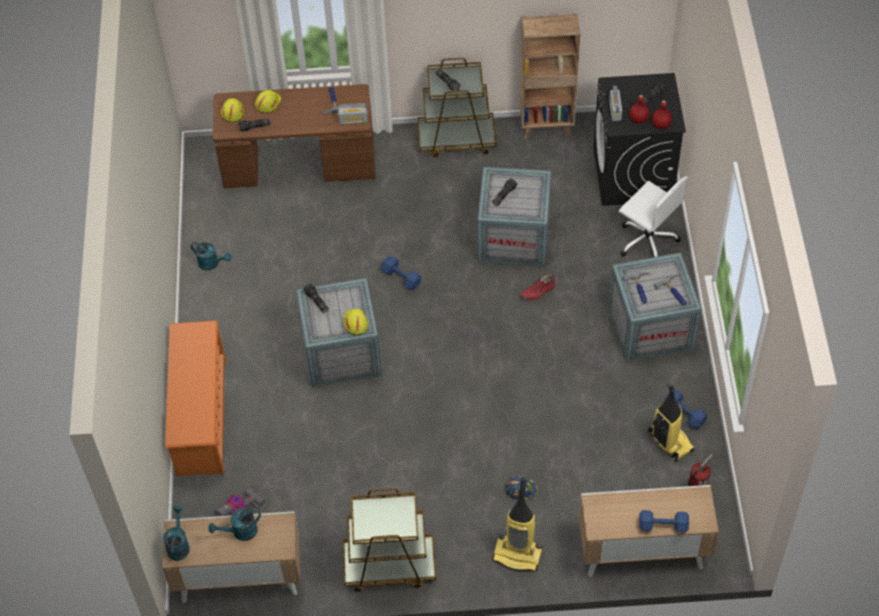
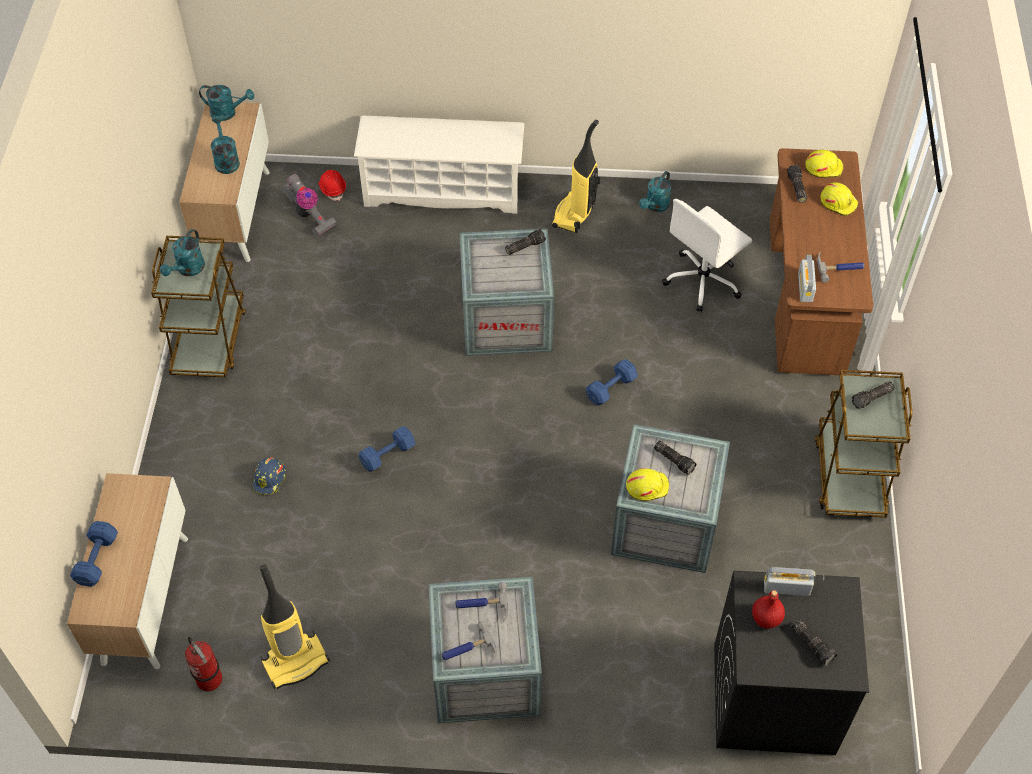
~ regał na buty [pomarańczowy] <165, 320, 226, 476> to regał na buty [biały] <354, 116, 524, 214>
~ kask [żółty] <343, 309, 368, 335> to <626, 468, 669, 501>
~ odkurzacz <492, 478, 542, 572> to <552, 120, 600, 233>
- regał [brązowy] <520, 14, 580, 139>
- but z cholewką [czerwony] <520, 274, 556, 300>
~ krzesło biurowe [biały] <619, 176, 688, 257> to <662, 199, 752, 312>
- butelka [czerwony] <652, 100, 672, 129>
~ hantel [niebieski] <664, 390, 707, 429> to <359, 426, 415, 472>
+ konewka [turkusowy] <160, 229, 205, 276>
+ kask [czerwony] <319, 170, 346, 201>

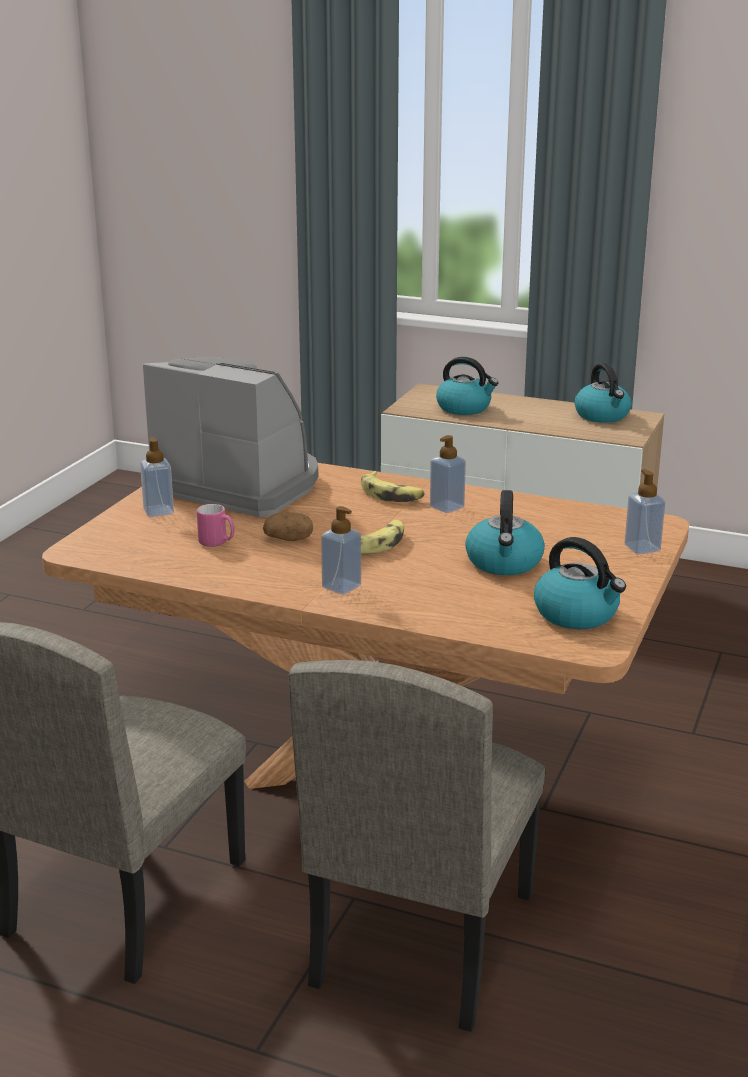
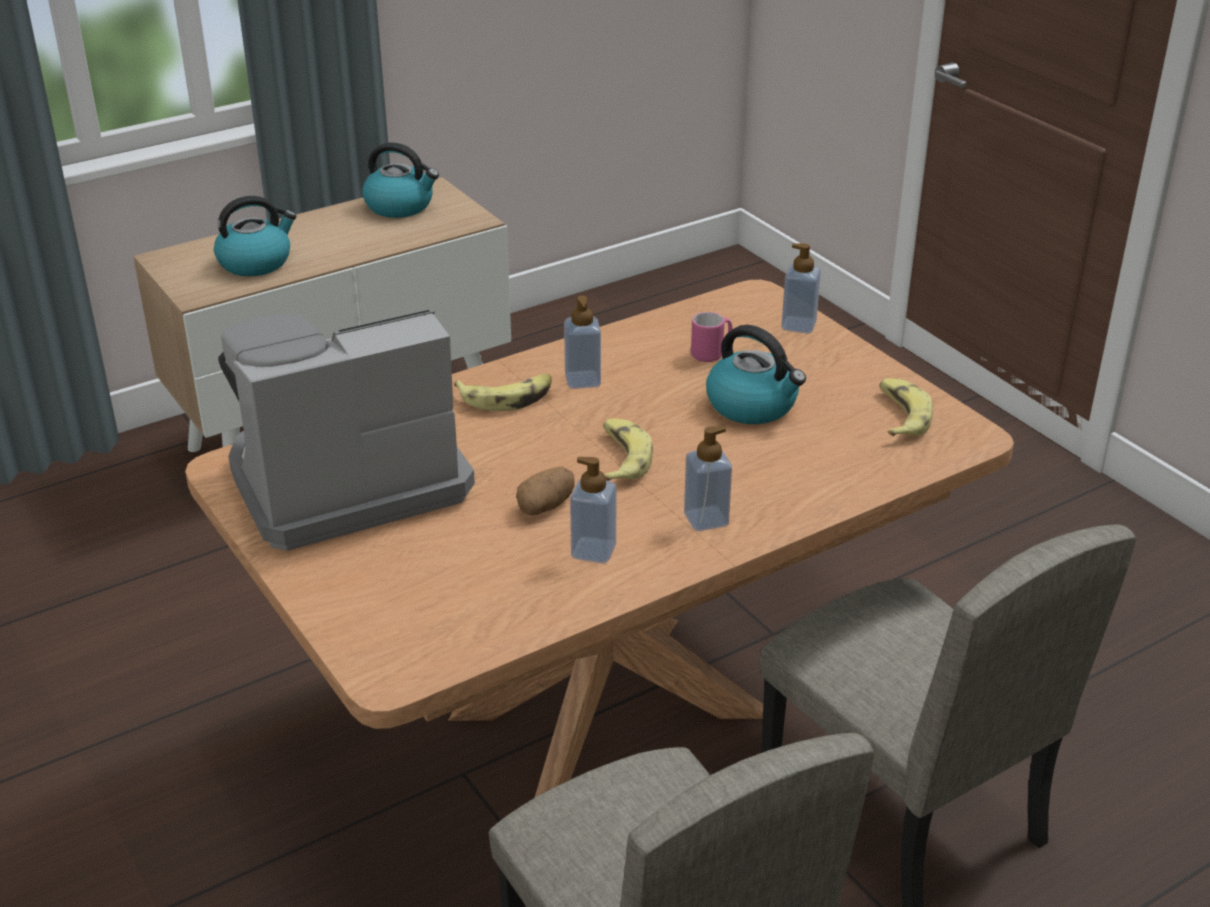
~ dozownik mydła <140, 437, 174, 517> to <570, 457, 617, 564>
~ kubek [różowy] <197, 504, 235, 547> to <691, 312, 733, 362>
~ czajnik <534, 537, 626, 629> to banan <879, 378, 933, 436>

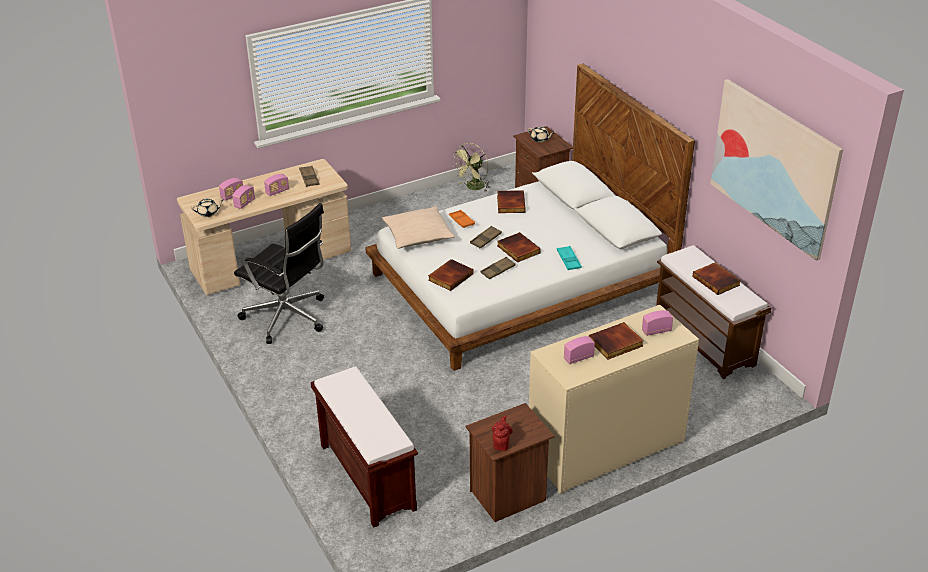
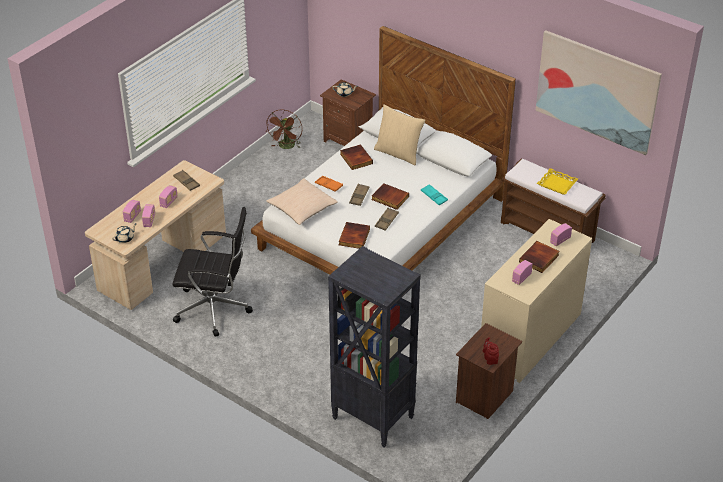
~ ławka [brązowy] <311, 366, 418, 528> to regał [czarny] <328, 246, 421, 448>
~ wentylator [zielony] <452, 143, 491, 192> to wentylator [brązowy] <267, 110, 302, 149>
~ książka <692, 262, 741, 295> to taca [żółty] <537, 168, 578, 195>
+ poduszka [beżowy] <374, 105, 425, 166>

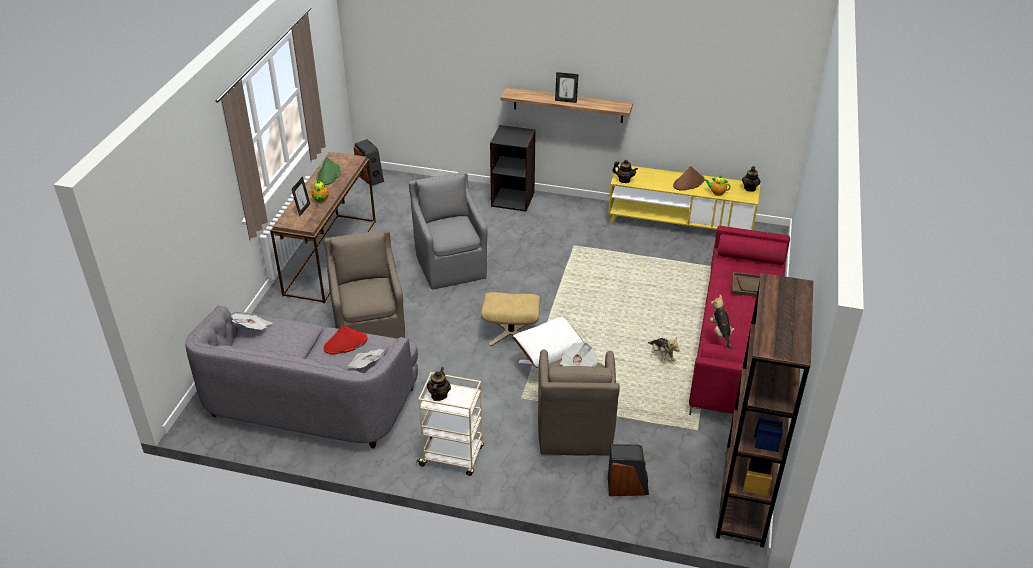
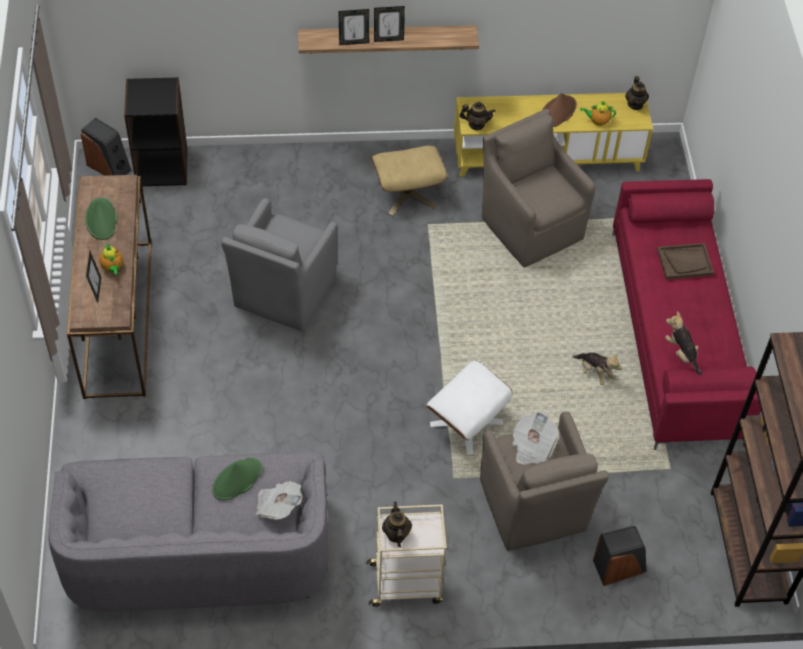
- gazeta <231, 313, 273, 330>
~ kapelusz [czerwony] <323, 325, 367, 354> to kapelusz [zielony] <212, 458, 262, 500>
~ fotel [brązowy] <324, 229, 405, 339> to <482, 109, 595, 268>
~ fotel [szary] <409, 171, 488, 290> = <222, 198, 338, 332> 120 degrees counterclockwise
~ pufa [beżowy] <481, 292, 541, 346> to <371, 146, 447, 216>
~ regał [czarny] <490, 125, 536, 212> to <124, 77, 188, 186>
+ ramka na zdjęcie <339, 9, 369, 45>

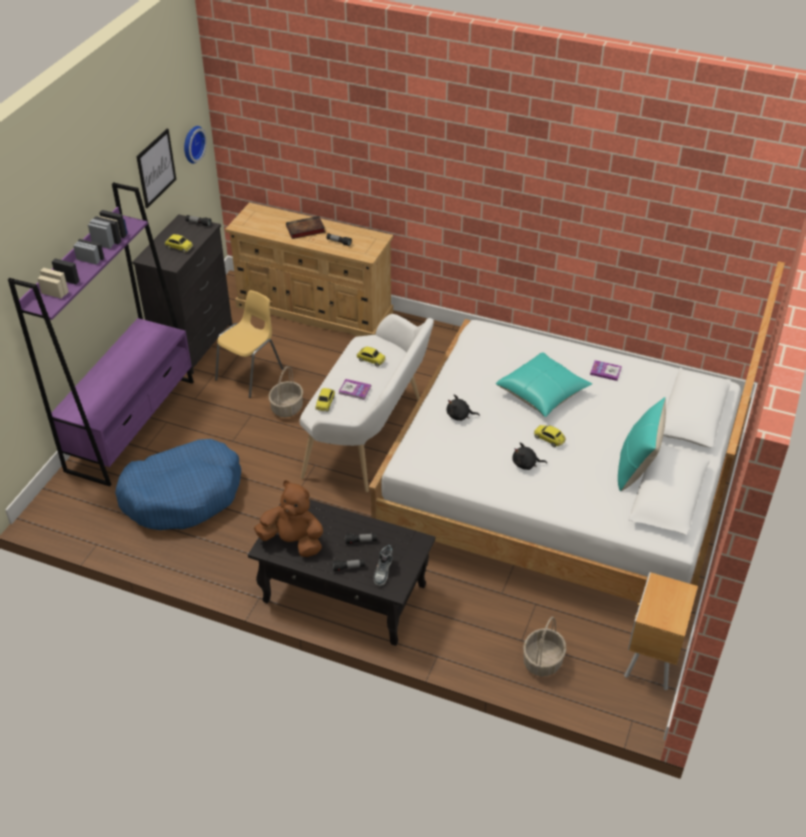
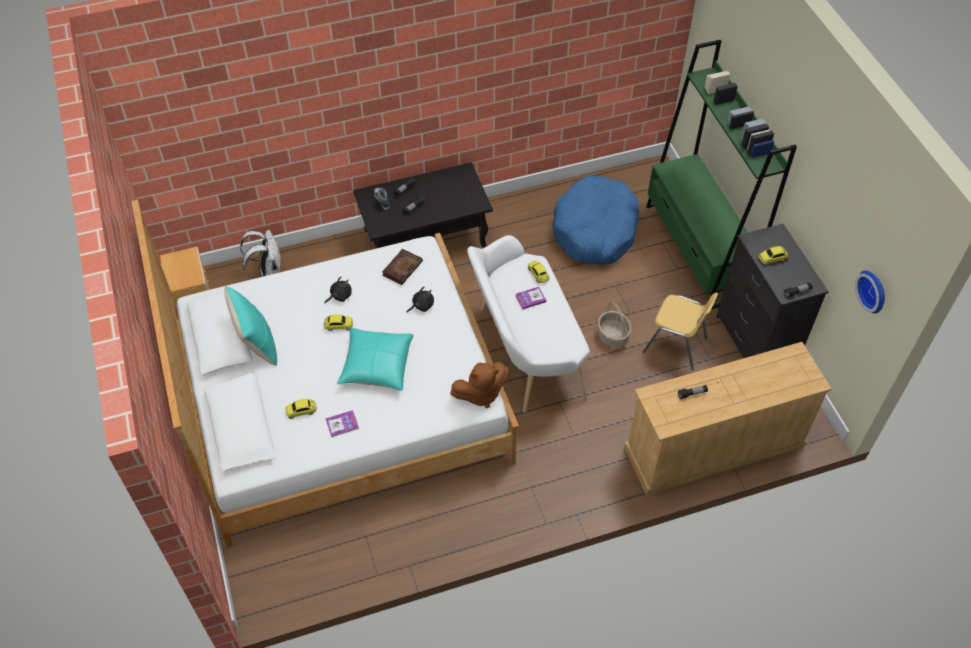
~ regał [fioletowy] <8, 183, 194, 486> to regał [zielony] <646, 40, 797, 309>
- obraz <136, 129, 176, 208>
~ krzesło [żółty] <215, 290, 284, 398> = <642, 292, 718, 370> 60 degrees counterclockwise
~ pluszak [brązowy] <254, 480, 323, 557> to <450, 362, 509, 408>
~ książka <286, 216, 325, 239> to <382, 249, 423, 285>
~ samochodzik <356, 346, 386, 367> to <286, 399, 317, 419>
~ koszyk <523, 617, 566, 677> to plecak [biały] <240, 230, 280, 279>

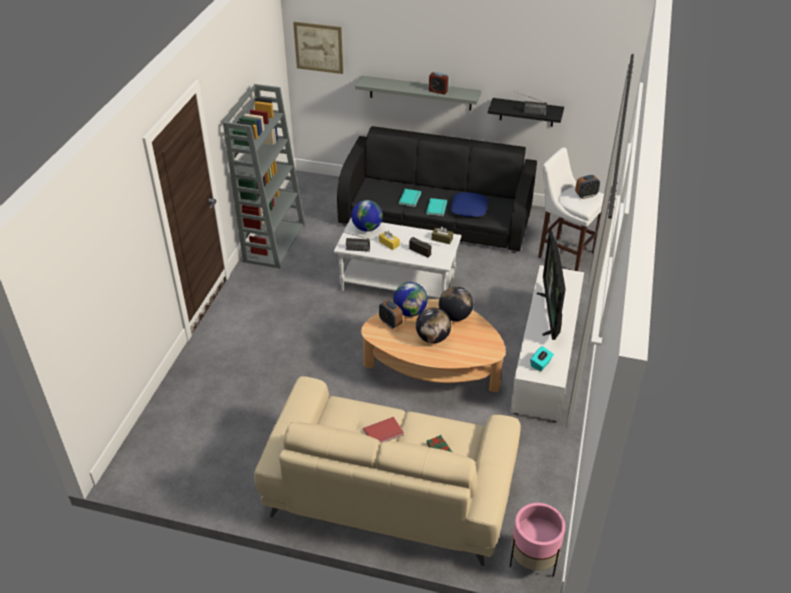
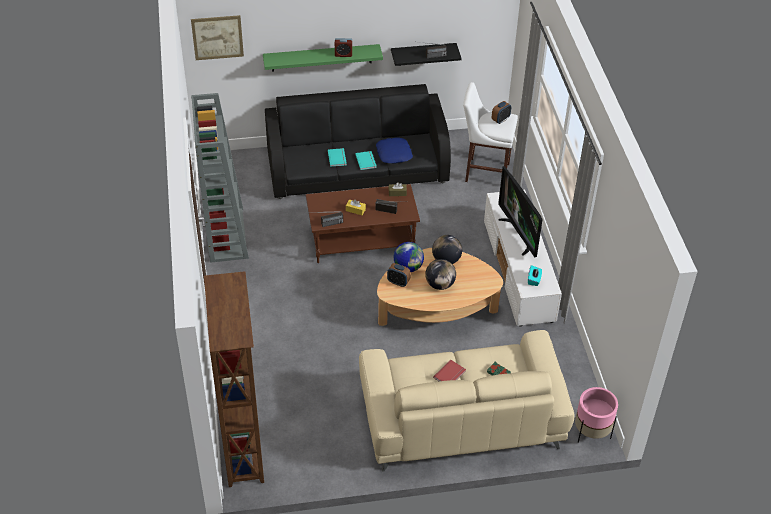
~ ława [biały] <334, 218, 461, 298> to ława [brązowy] <306, 184, 420, 263>
- globus <351, 200, 383, 232>
~ półka [szary] <355, 76, 481, 110> to półka [zielony] <263, 44, 383, 72>
+ regał [brązowy] <204, 271, 264, 487>

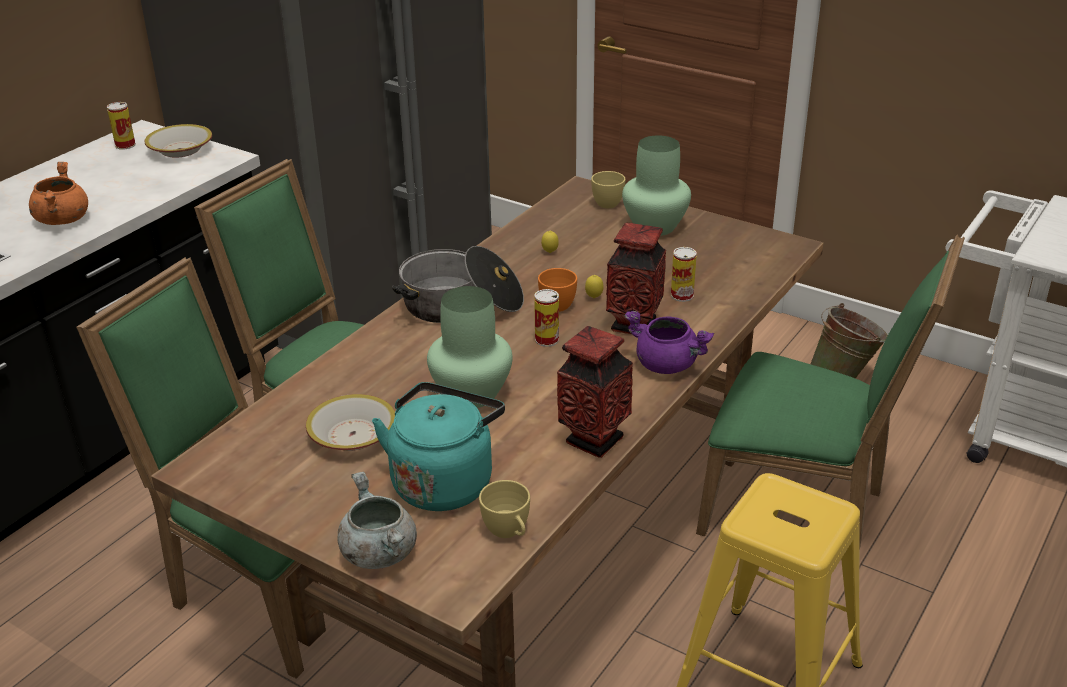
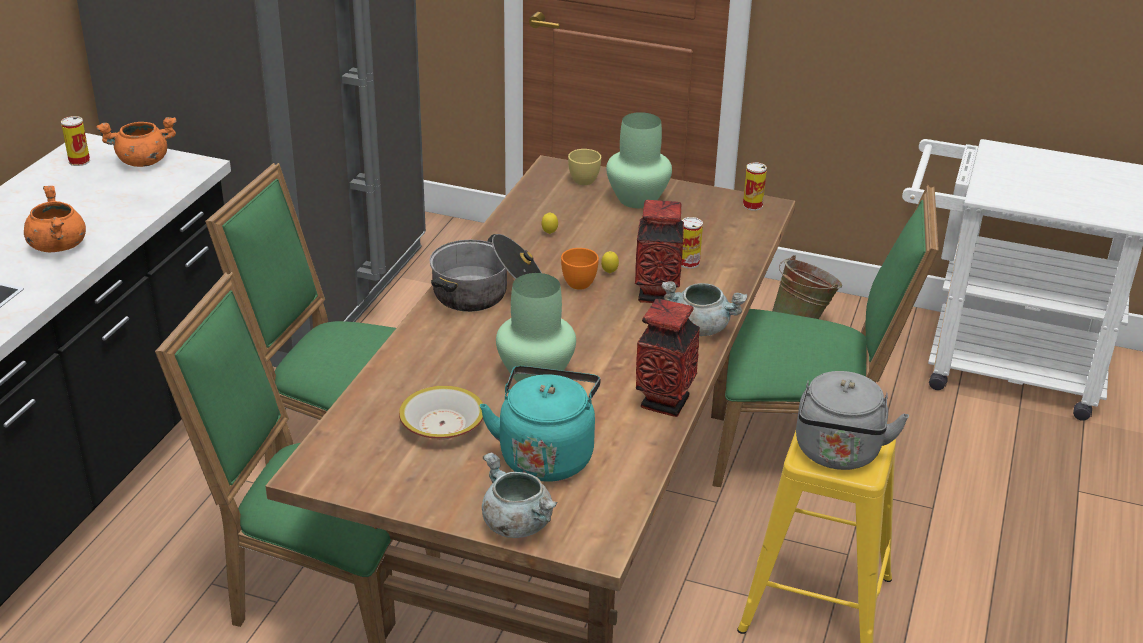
~ miska <145, 124, 212, 158> to garnek [pomarańczowy] <97, 117, 176, 167>
- filiżanka [żółty] <479, 480, 530, 538>
~ puszka <534, 289, 559, 347> to <743, 162, 767, 211>
~ garnek [fioletowy] <624, 311, 714, 374> to garnek [szary] <661, 281, 747, 336>
+ czajnik [szary] <796, 371, 909, 470>

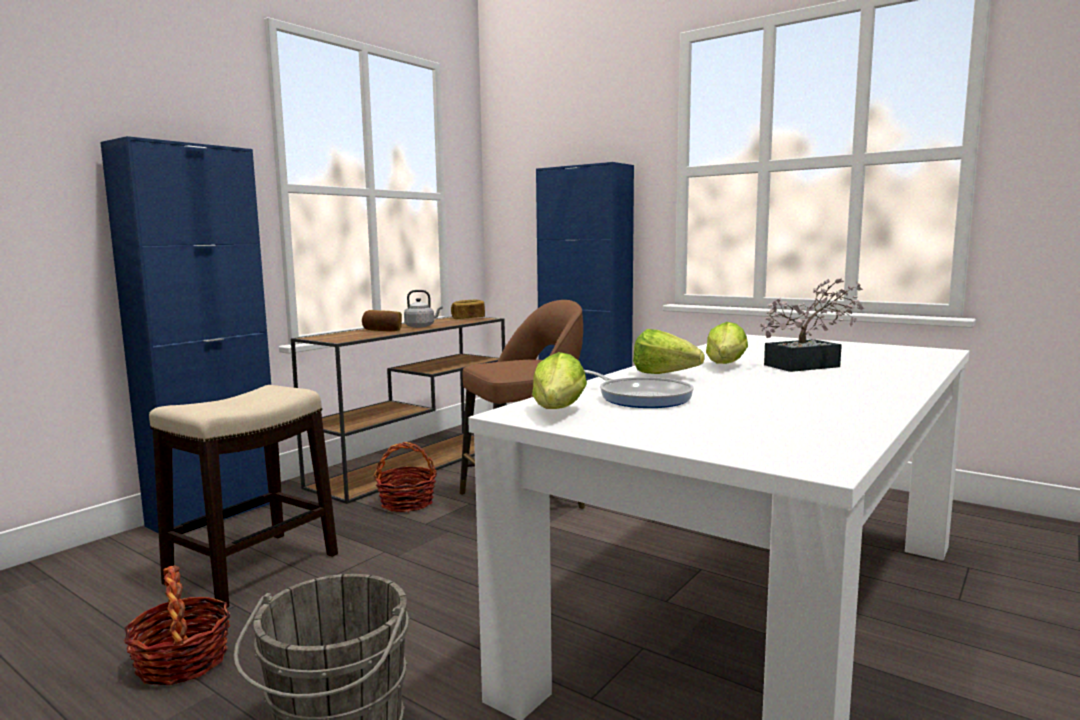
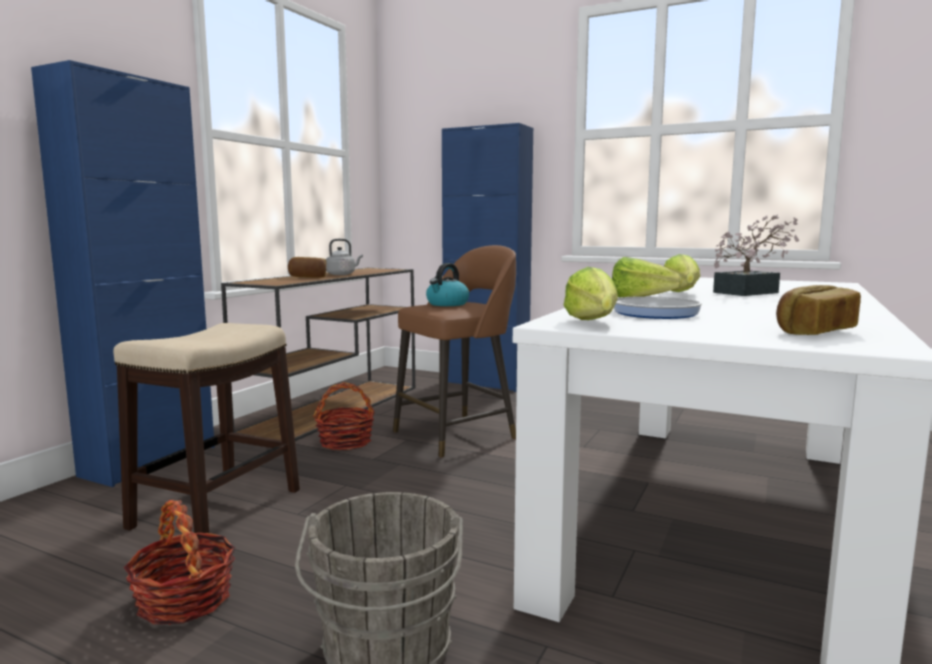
~ chleb <451, 300, 485, 319> to <776, 285, 861, 335>
+ czajnik <426, 263, 469, 306>

